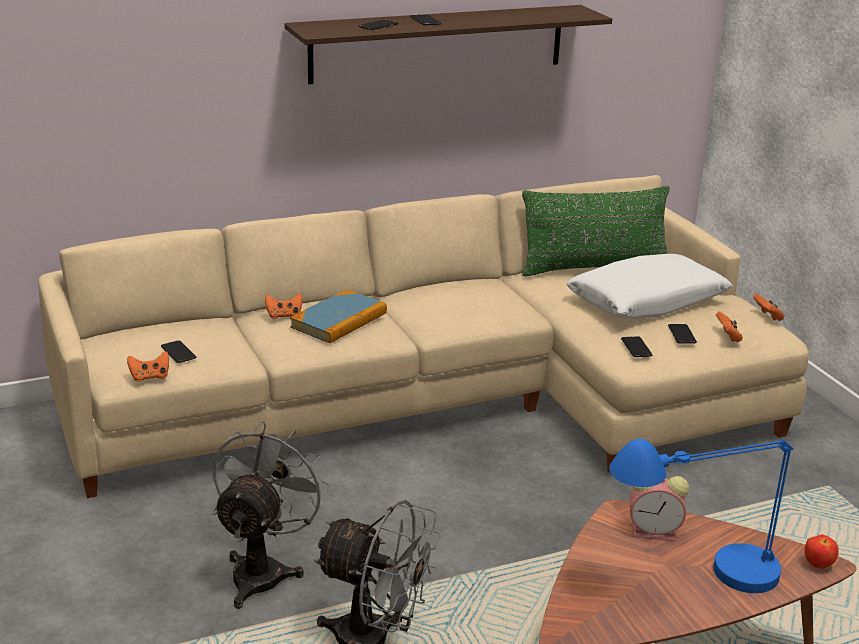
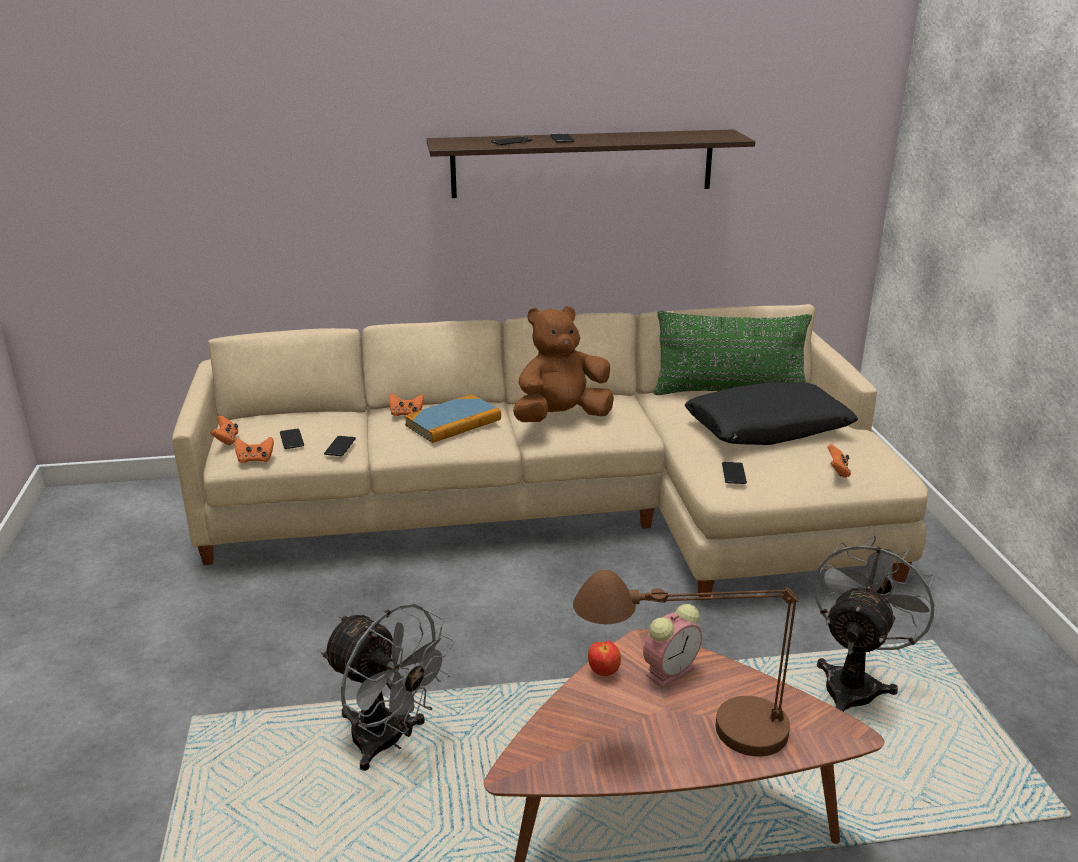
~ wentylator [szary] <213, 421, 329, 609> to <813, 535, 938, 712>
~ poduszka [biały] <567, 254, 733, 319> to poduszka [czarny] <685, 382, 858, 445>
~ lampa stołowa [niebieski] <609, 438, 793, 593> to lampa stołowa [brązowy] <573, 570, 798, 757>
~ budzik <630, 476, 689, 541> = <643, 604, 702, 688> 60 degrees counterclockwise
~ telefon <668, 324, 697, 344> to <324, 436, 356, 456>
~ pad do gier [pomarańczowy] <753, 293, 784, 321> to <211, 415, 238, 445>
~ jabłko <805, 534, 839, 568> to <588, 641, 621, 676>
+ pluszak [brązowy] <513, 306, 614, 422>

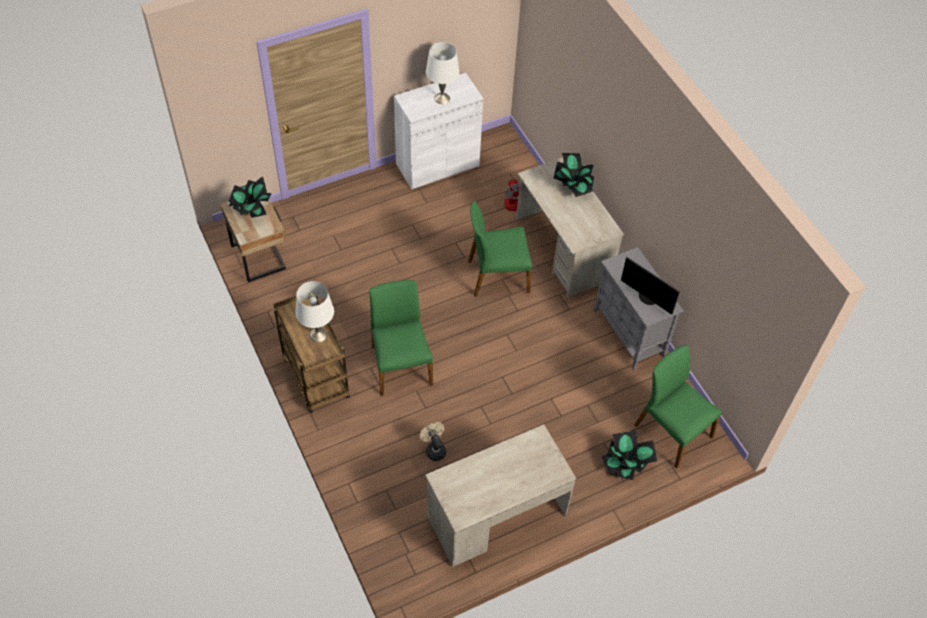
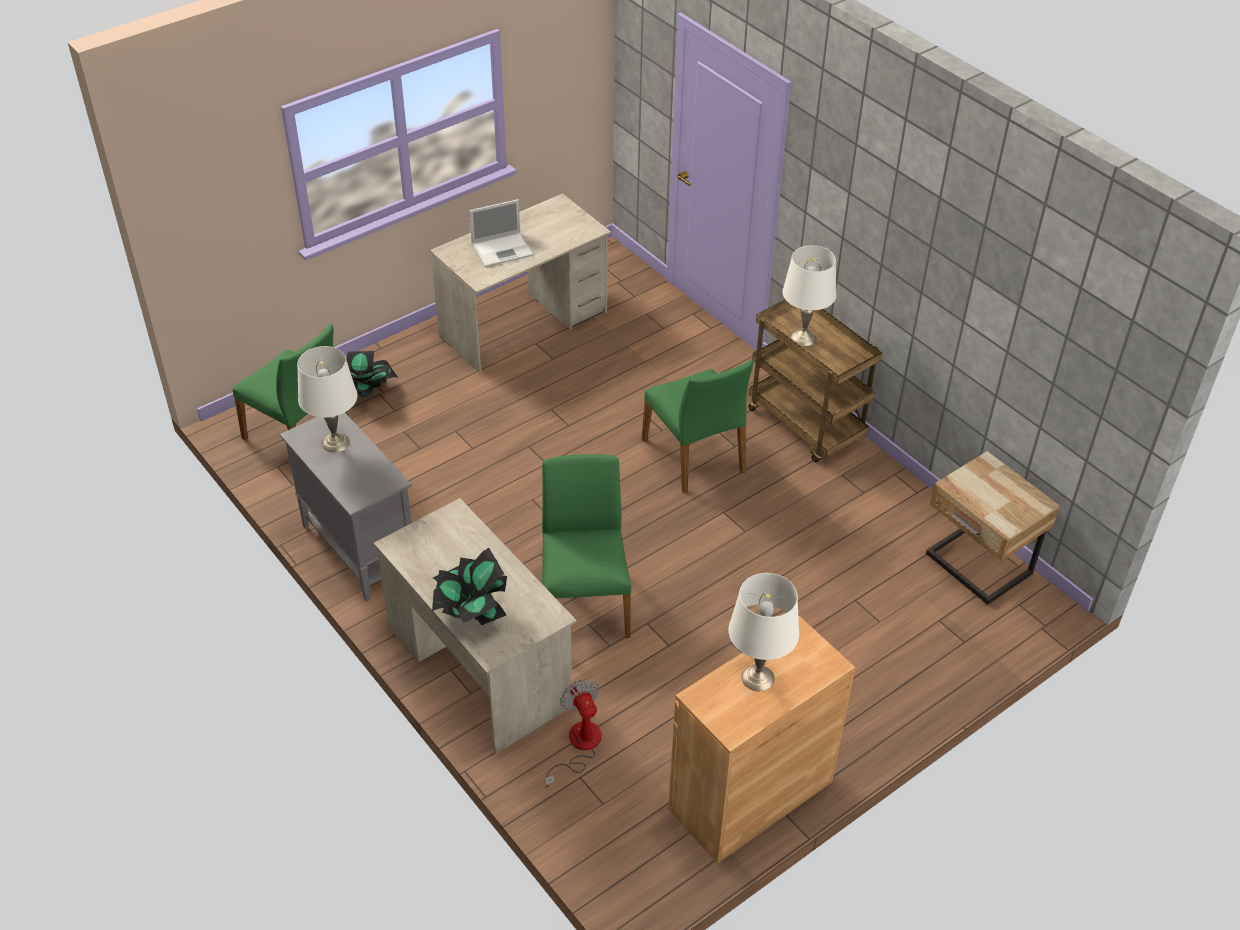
- roślina doniczkowa <228, 177, 271, 218>
~ szafka [biały] <394, 73, 483, 189> to szafka [brązowy] <668, 616, 855, 864>
- wentylator [beżowy] <419, 422, 446, 461>
~ krzesło [zielony] <468, 201, 532, 297> = <542, 454, 631, 638> 75 degrees counterclockwise
~ monitor <621, 257, 679, 314> to lampa stołowa [biały] <297, 346, 357, 453>
+ laptop <469, 199, 534, 267>

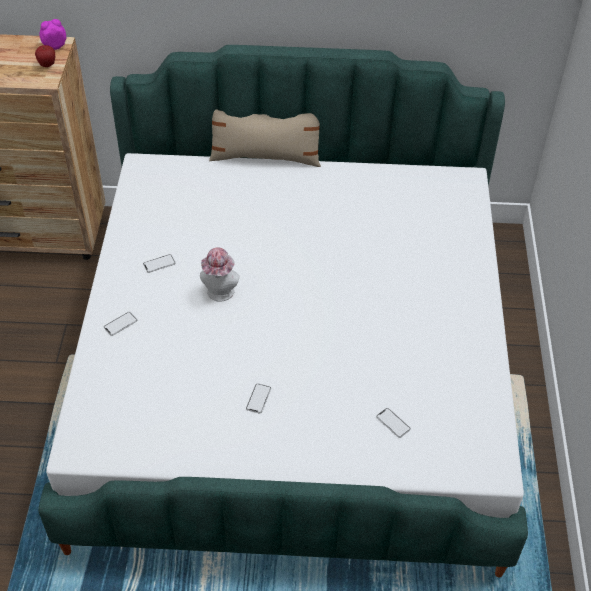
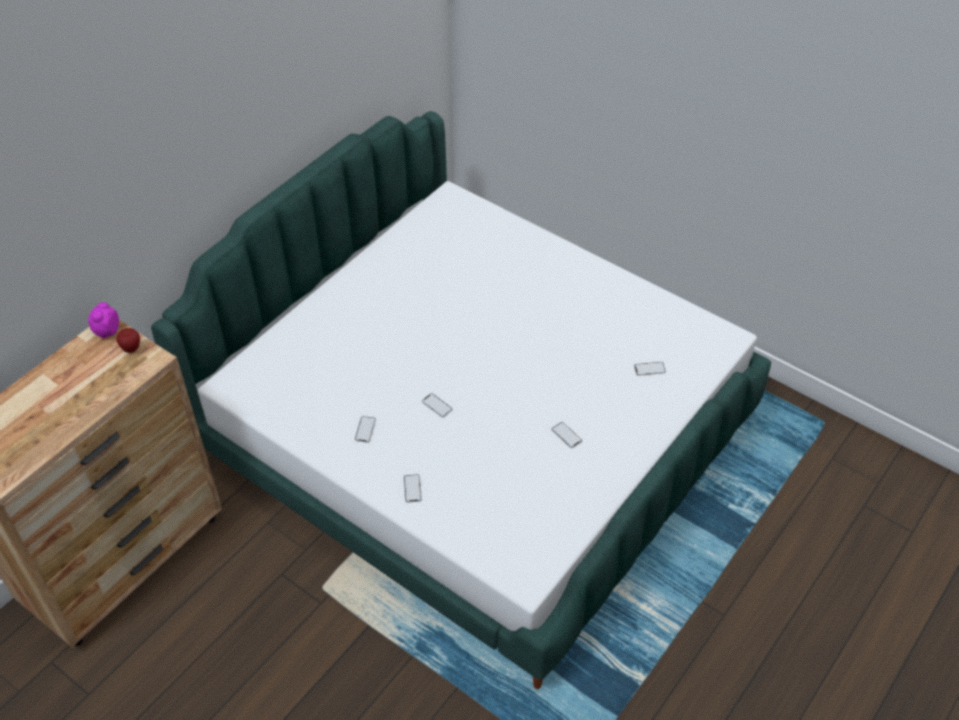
~ kapelusz <200, 247, 240, 302> to telefon <422, 393, 453, 417>
- poduszka [beżowy] <209, 109, 321, 167>

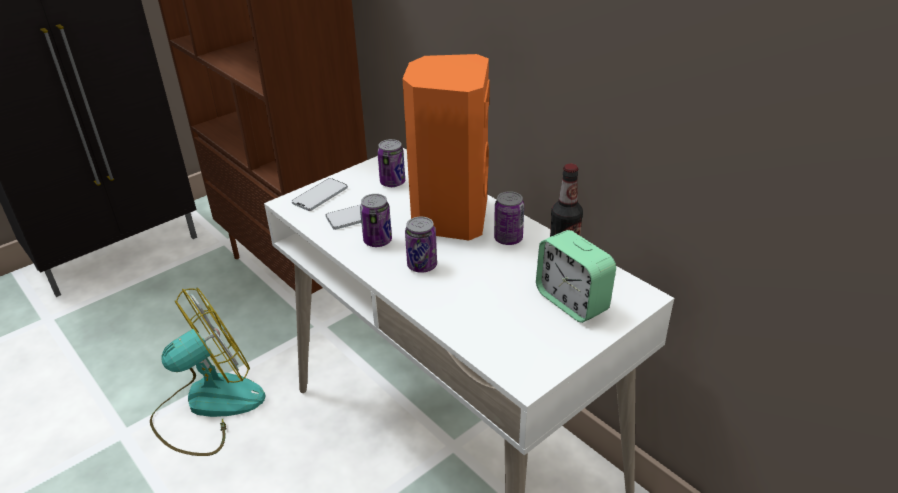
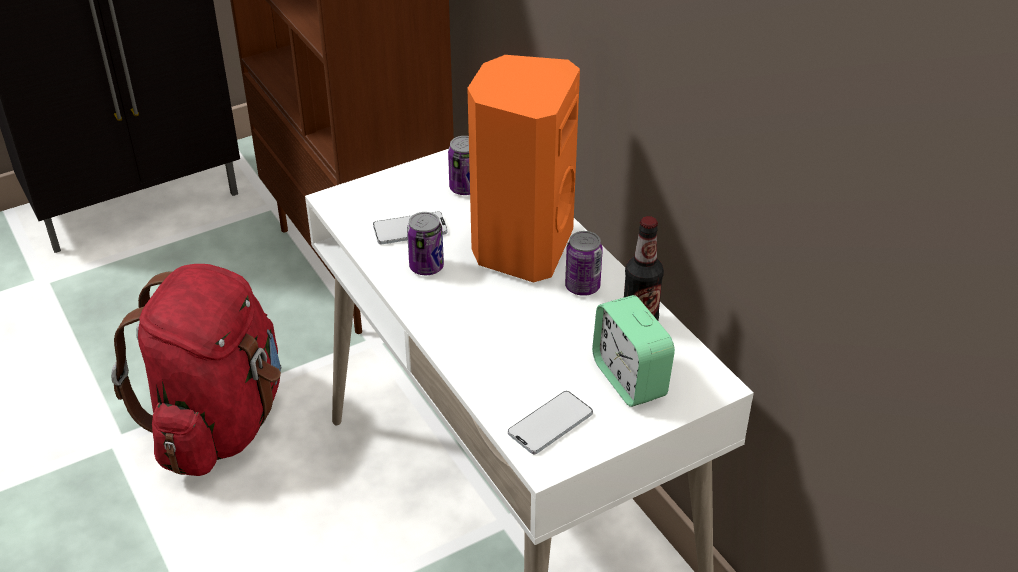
~ wentylator <150, 288, 265, 456> to plecak [czerwony] <111, 264, 281, 476>
~ telefon <292, 178, 348, 211> to <508, 391, 593, 454>
- puszka <405, 217, 437, 273>

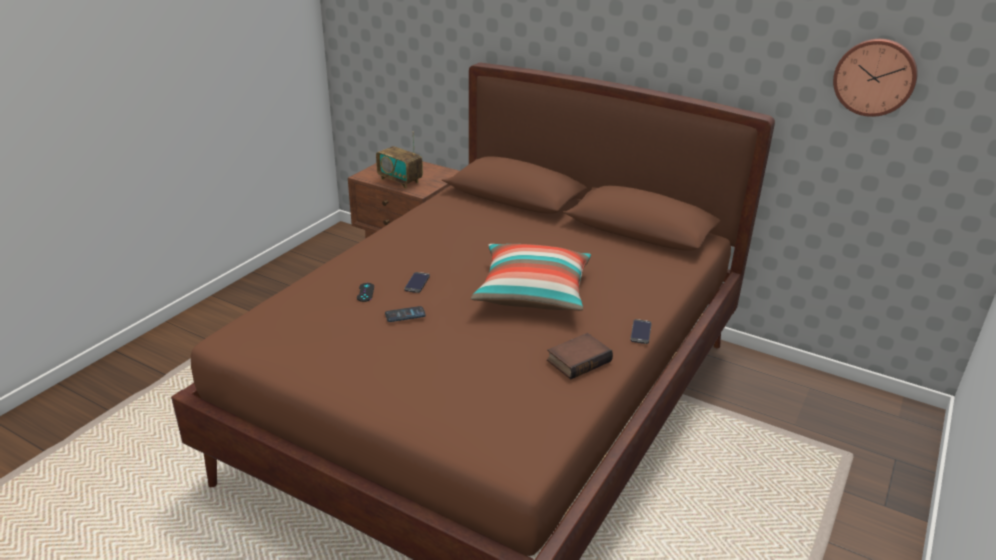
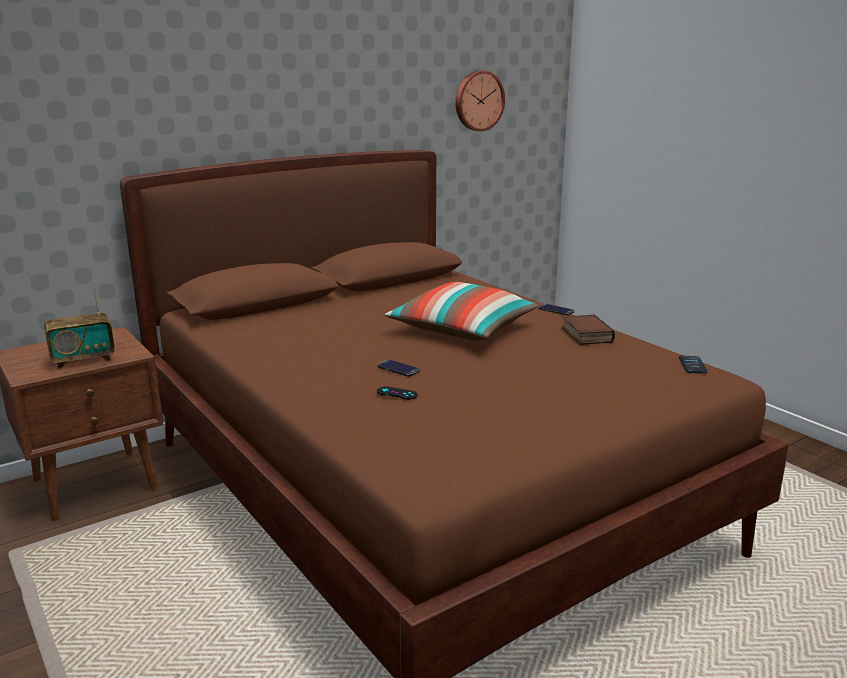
~ telefon <385, 306, 426, 322> to <679, 356, 707, 374>

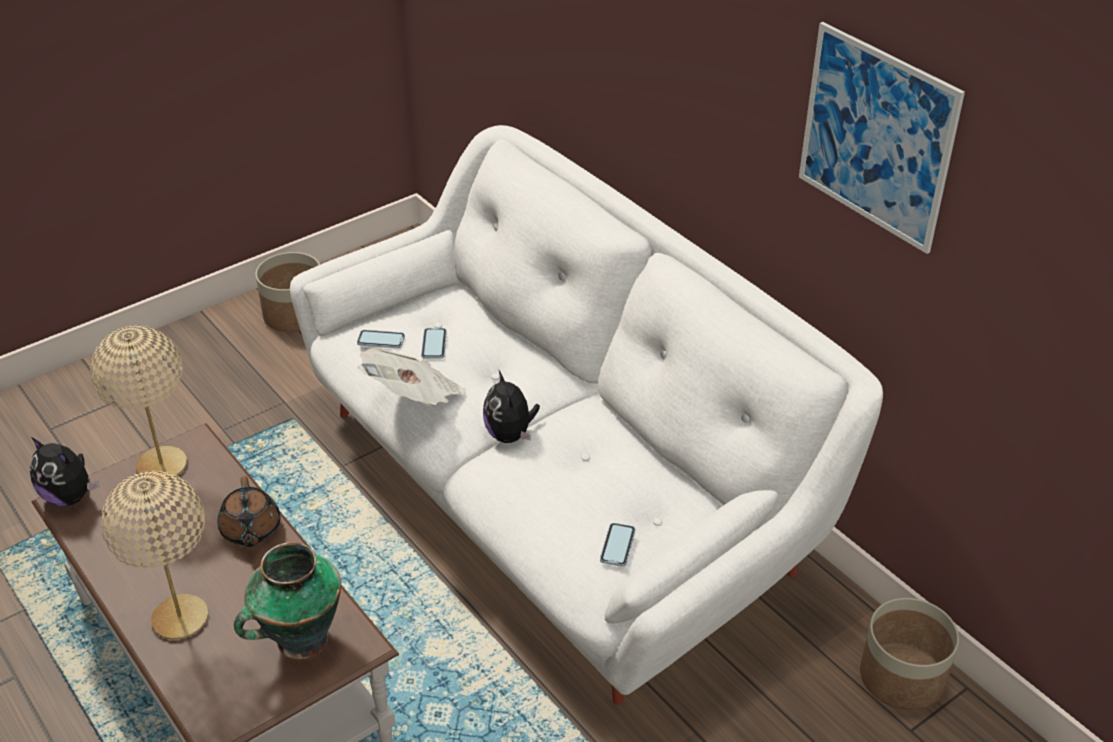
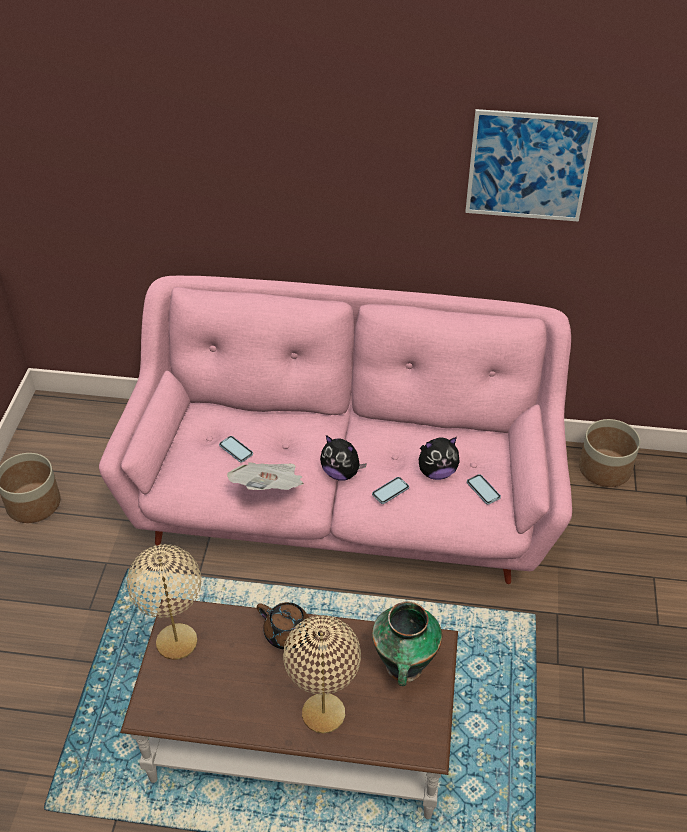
~ pluszak <30, 437, 100, 506> to <419, 437, 460, 480>
~ kanapa [biały] <290, 125, 883, 705> to kanapa [różowy] <99, 276, 572, 584>
~ telefon <357, 330, 405, 348> to <372, 477, 409, 504>

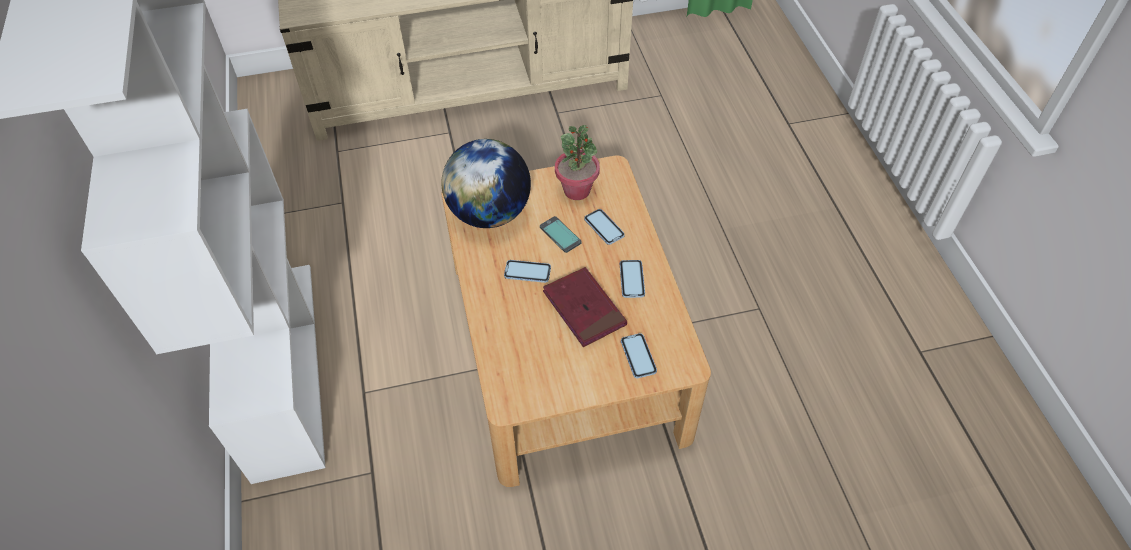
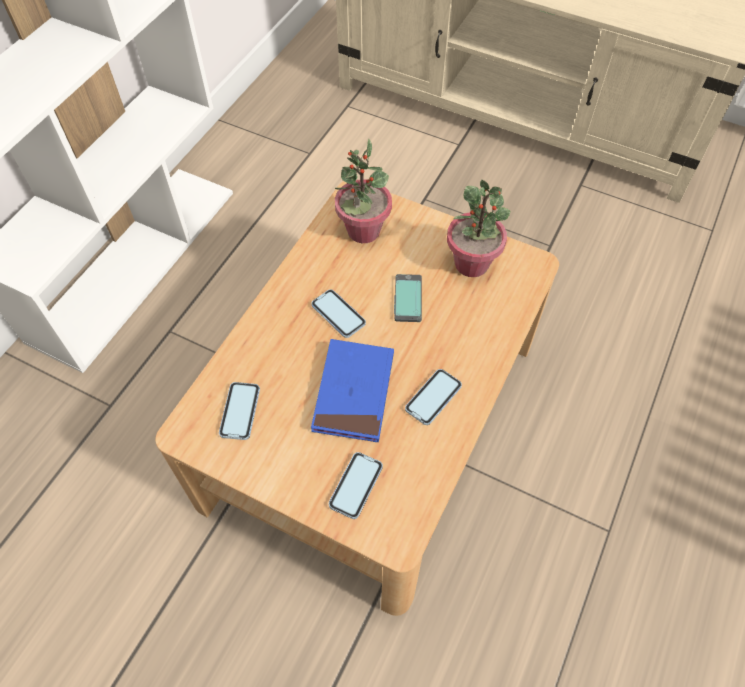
~ globus <441, 139, 531, 228> to roślina doniczkowa <335, 139, 392, 243>
~ książka [czerwony] <543, 267, 627, 347> to książka [niebieski] <311, 339, 394, 442>
~ telefon <584, 209, 625, 245> to <219, 382, 260, 440>

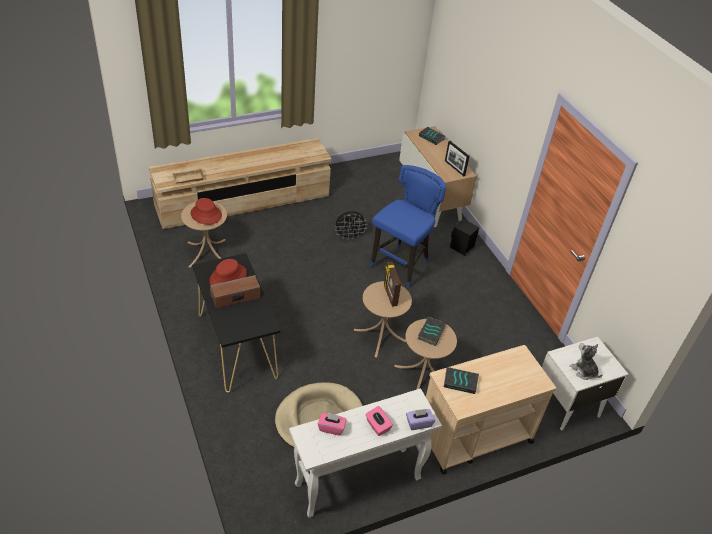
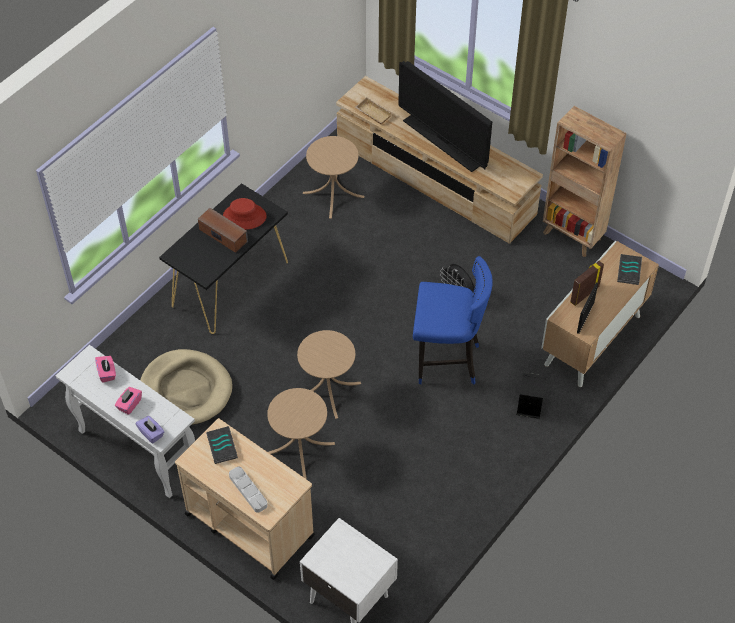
- kapelusz [czerwony] <191, 198, 222, 225>
~ ramka na zdjęcie <384, 262, 401, 307> to <570, 261, 604, 306>
- książka <418, 317, 446, 346>
- pluszak <570, 343, 603, 380>
+ taca [szary] <229, 466, 268, 513>
+ telewizor <398, 61, 492, 172>
+ regał [brązowy] <543, 106, 627, 257>

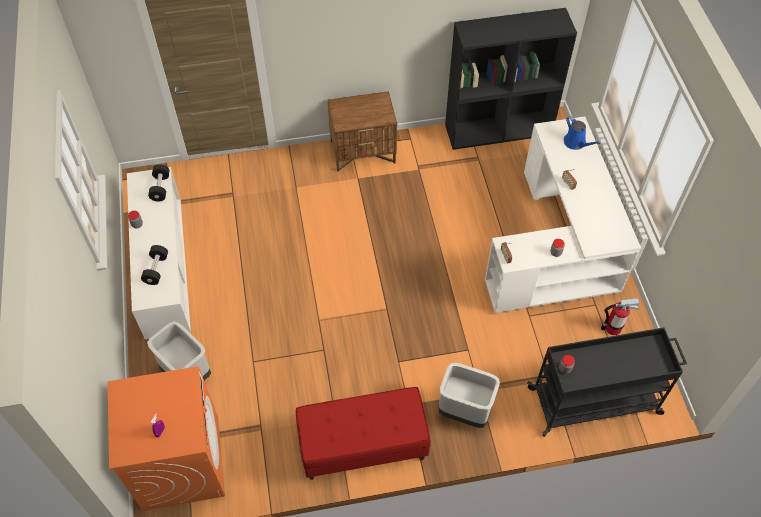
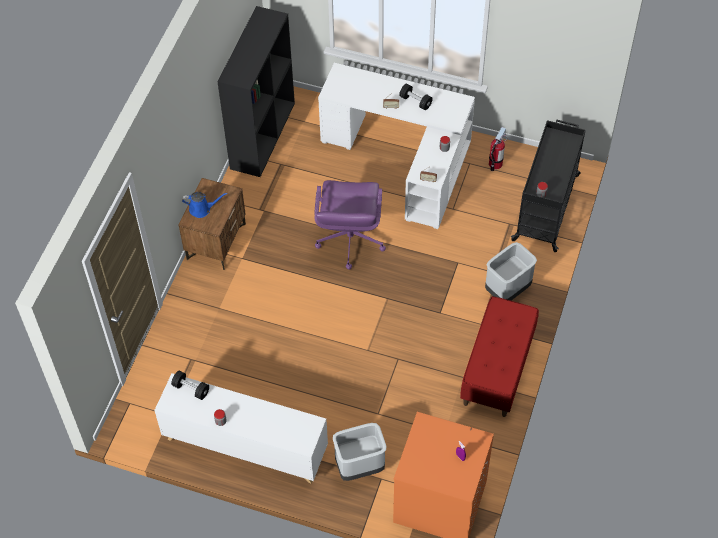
~ hantel [czarny] <141, 245, 168, 285> to <399, 84, 433, 110>
~ konewka [niebieski] <564, 116, 600, 150> to <182, 192, 227, 218>
+ krzesło biurowe [fioletowy] <314, 180, 386, 270>

